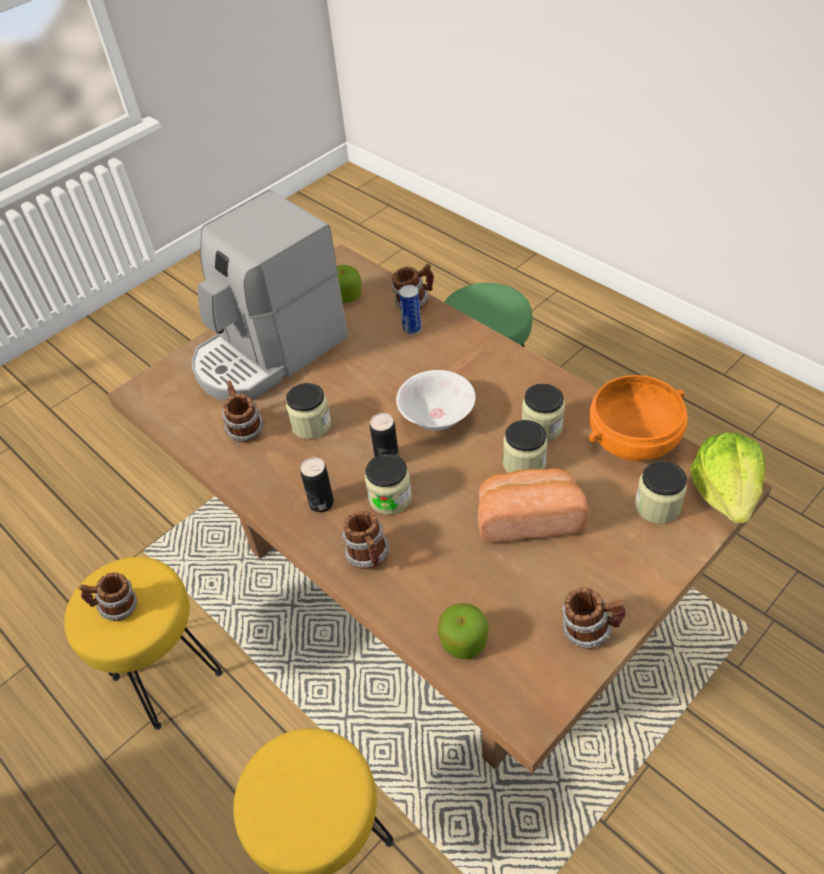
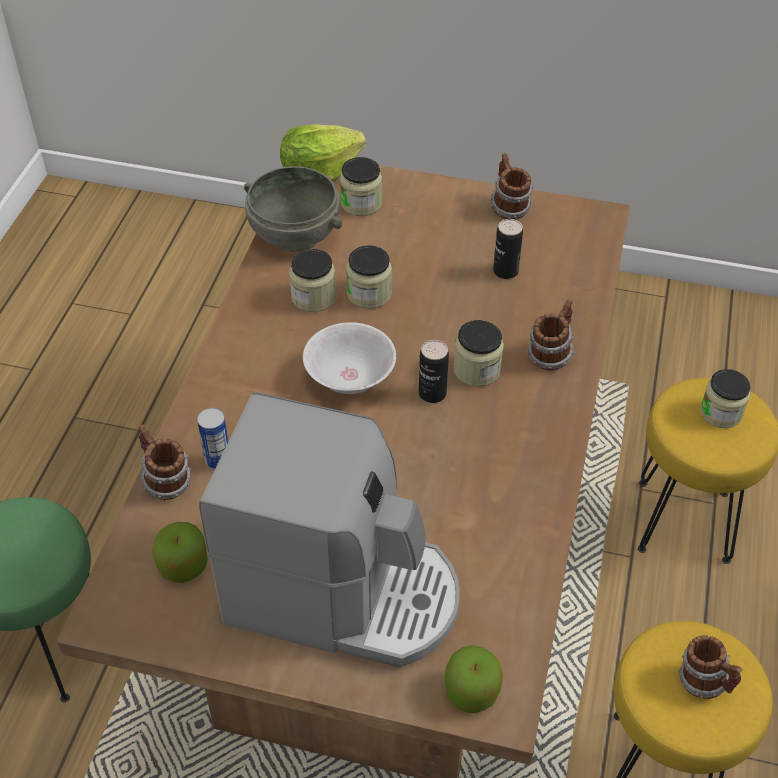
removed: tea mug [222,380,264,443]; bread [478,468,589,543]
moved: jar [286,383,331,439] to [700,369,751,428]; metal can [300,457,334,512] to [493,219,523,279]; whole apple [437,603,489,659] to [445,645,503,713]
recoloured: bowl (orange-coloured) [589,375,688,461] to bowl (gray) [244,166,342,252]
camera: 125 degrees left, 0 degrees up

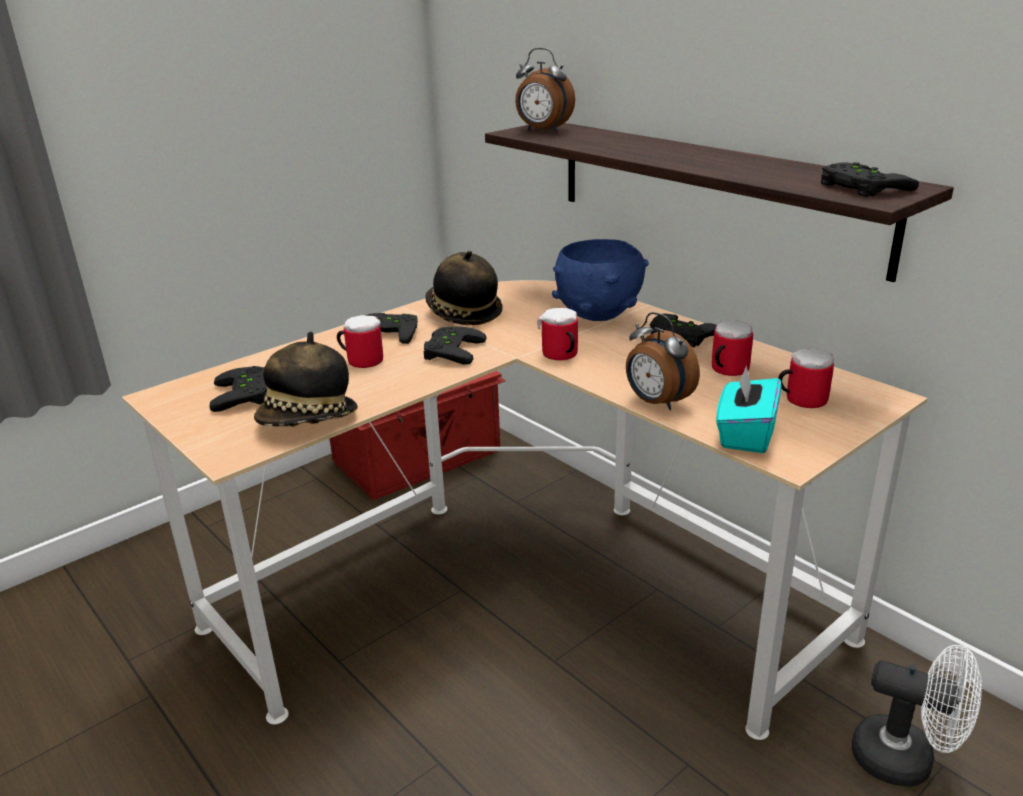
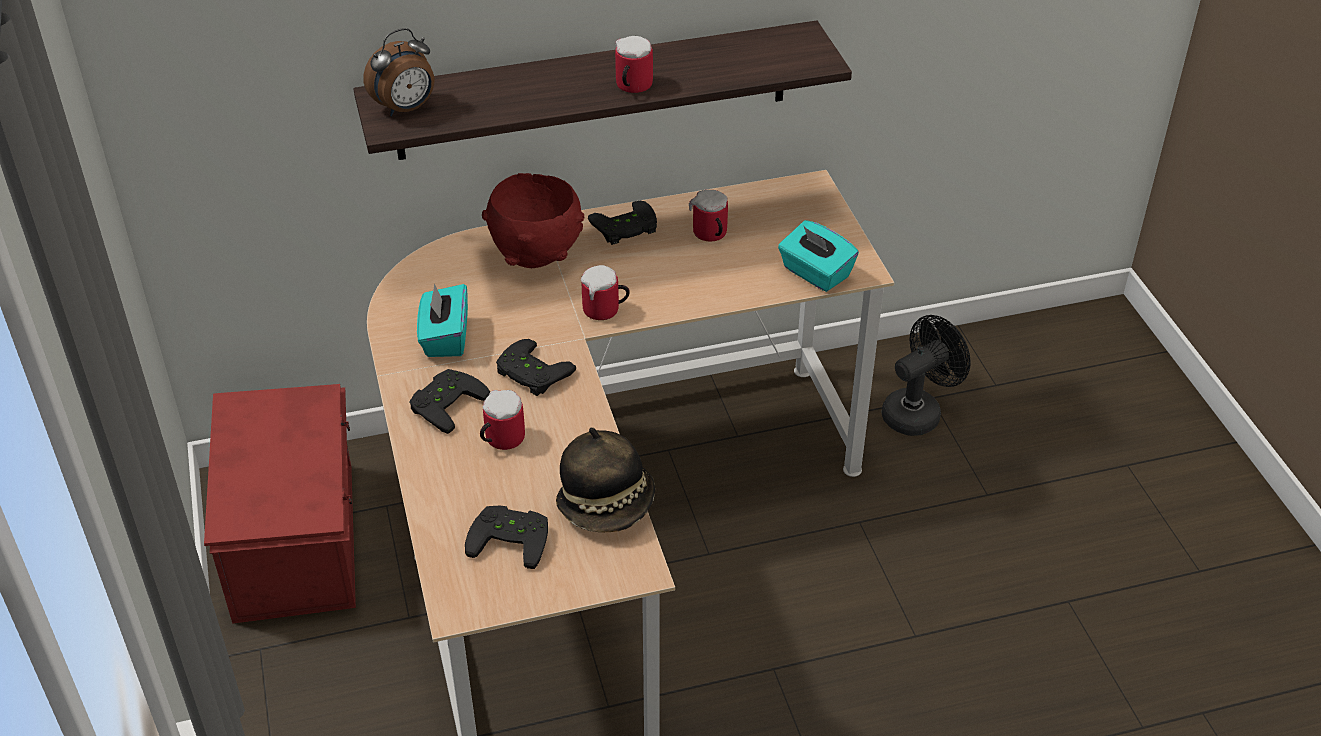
removed: table clock [626,312,700,410]; joypad (black-coloured) [821,162,919,197]
moved: tea mug [778,348,834,408] to [615,36,653,93]
replaced: hat [425,251,503,325] to tissue box (blue-green) [417,284,468,357]
recoloured: bowl (blue) [552,239,649,321] to bowl (red) [482,173,585,268]; cooling fan (white-coloured) [852,645,982,787] to cooling fan (black-coloured) [882,315,971,436]
camera: 65 degrees left, 15 degrees up

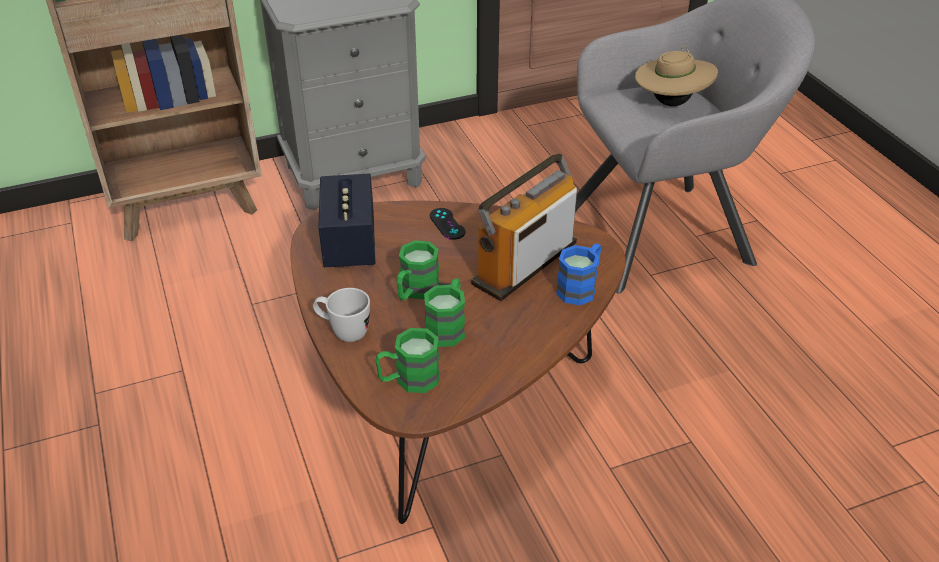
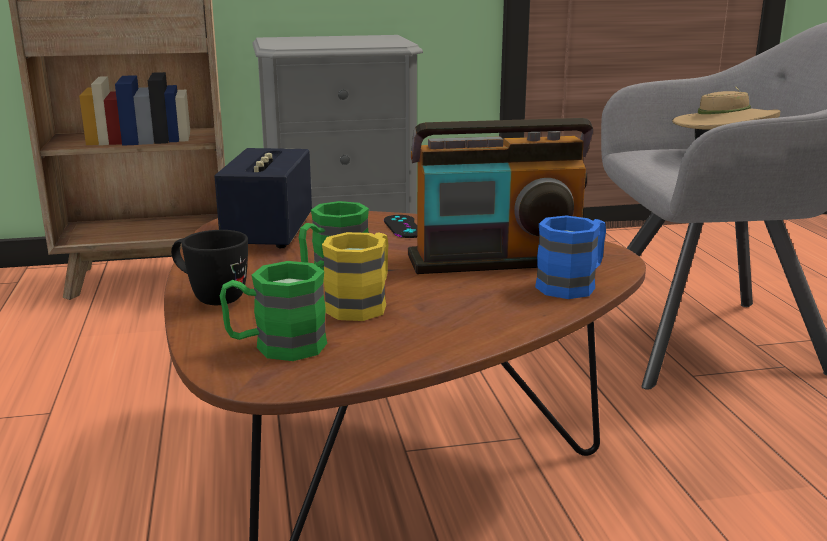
recoloured: tea mug (white-coloured) [313,288,370,342] to tea mug (black-coloured) [171,230,248,305]; tea mug (greenish) [424,278,465,347] to tea mug (yellowish) [322,232,388,321]
turned: radio set [471,154,577,301] = [408,118,593,274] 150 degrees counterclockwise
camera: 10 degrees right, 20 degrees down

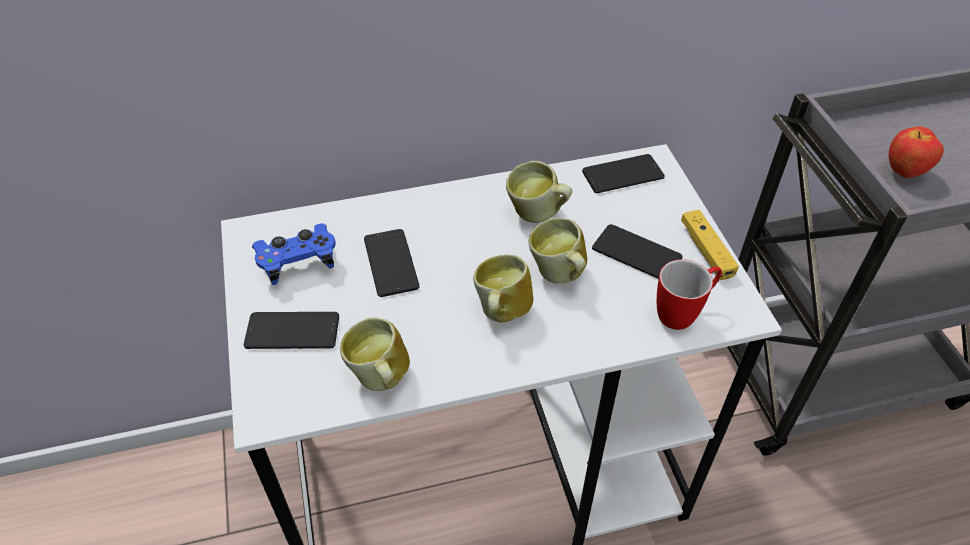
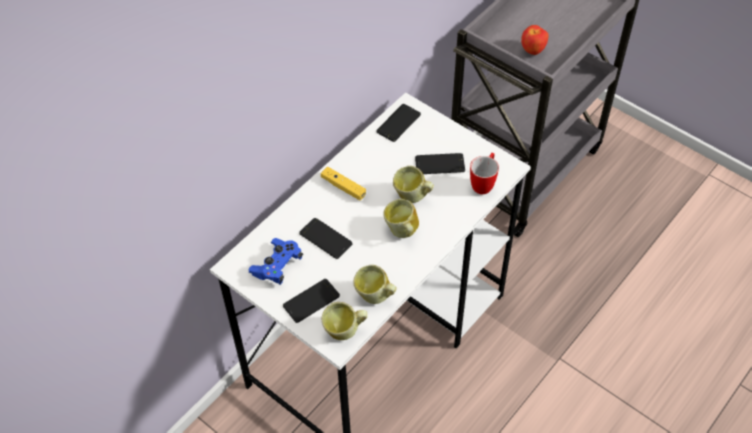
moved: tea mug [506,161,572,223] to [322,302,367,340]; joypad (yellowish) [681,210,739,280] to [321,167,366,200]
camera: 35 degrees left, 5 degrees up

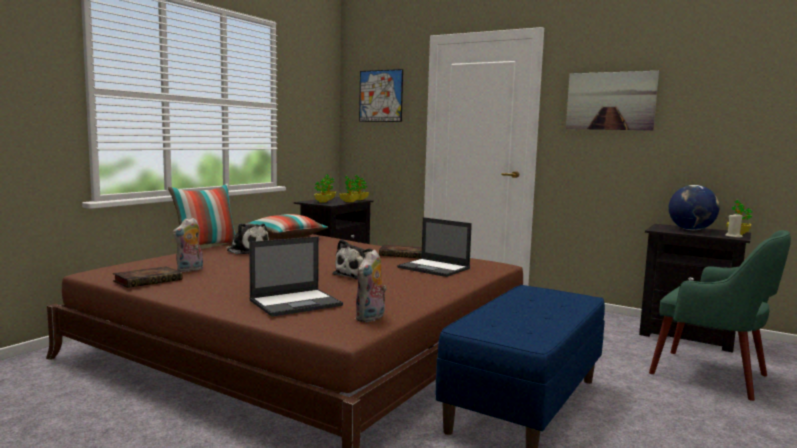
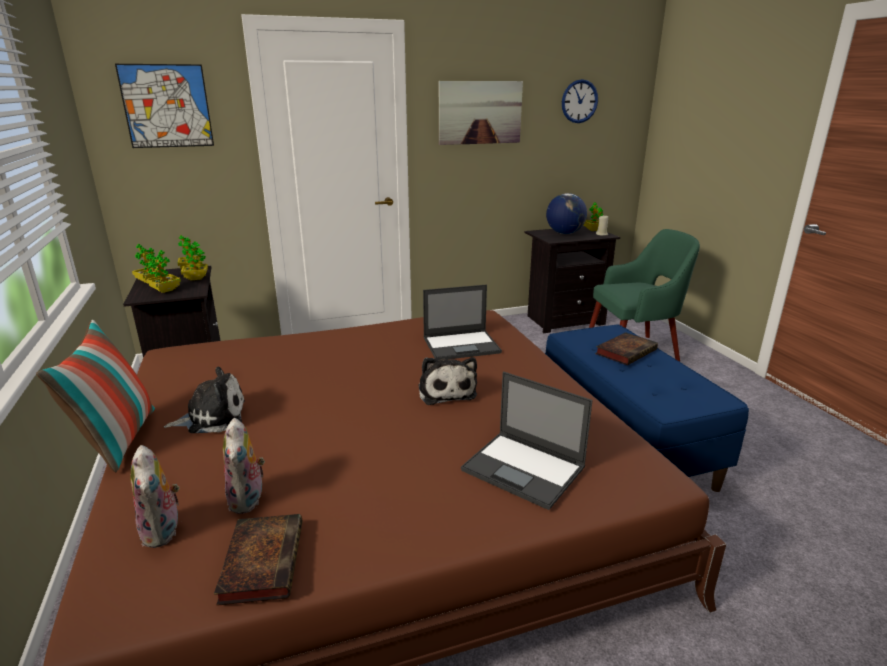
removed: throw pillow [245,214,328,239]
added: clock on the wall [562,79,598,123]
moved: cuddly toy [355,249,387,322] to [131,445,180,548]; book [379,245,422,259] to [595,332,658,365]
turned: laptop [249,237,343,317] = [461,372,593,510] 120 degrees clockwise
camera: 50 degrees left, 15 degrees up

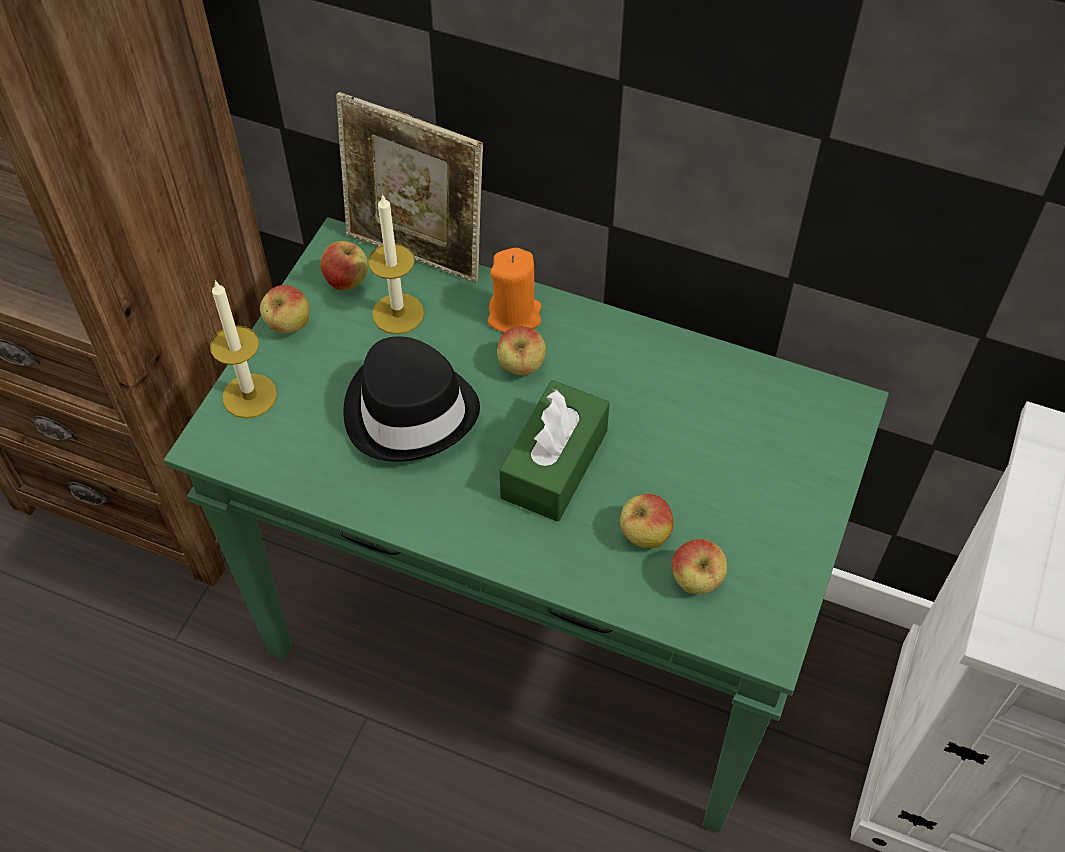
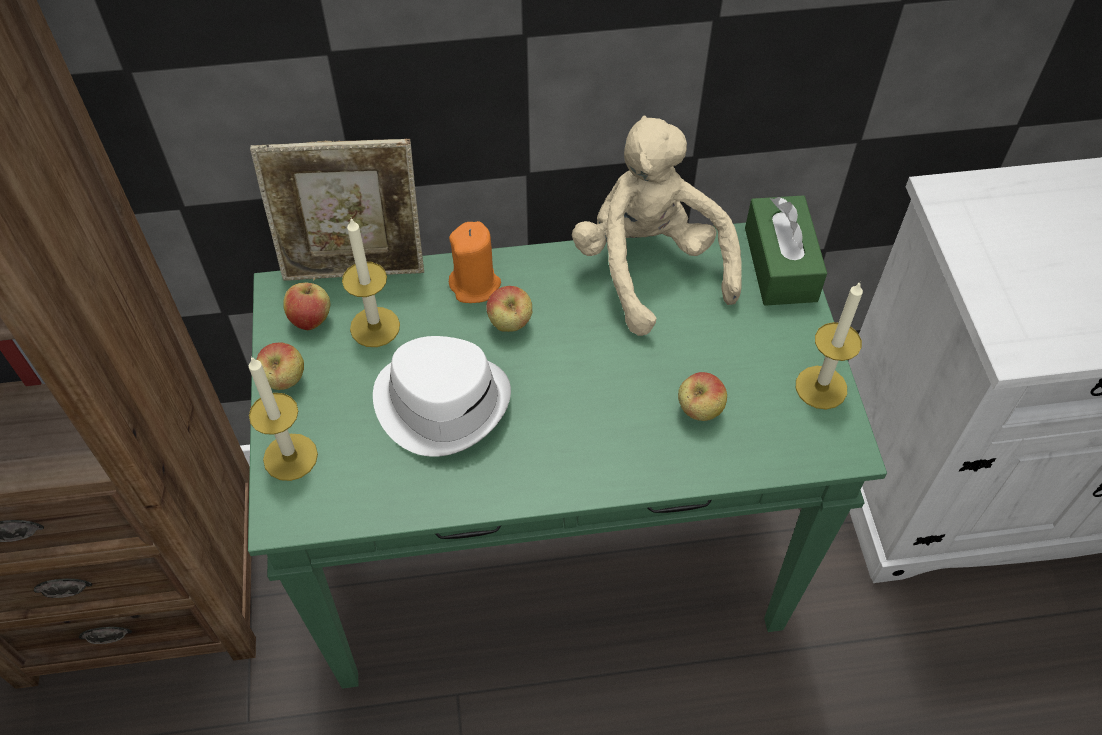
removed: whole apple [671,539,727,594]
added: cuddly toy (beige-coloured) [572,116,742,336]; wax light [796,282,863,409]
moved: tissue box (greenish) [499,380,610,522] to [745,195,827,306]
recoloured: hat (black-coloured) [343,336,480,461] to hat (white-coloured) [373,336,511,457]
camera: 30 degrees left, 0 degrees up

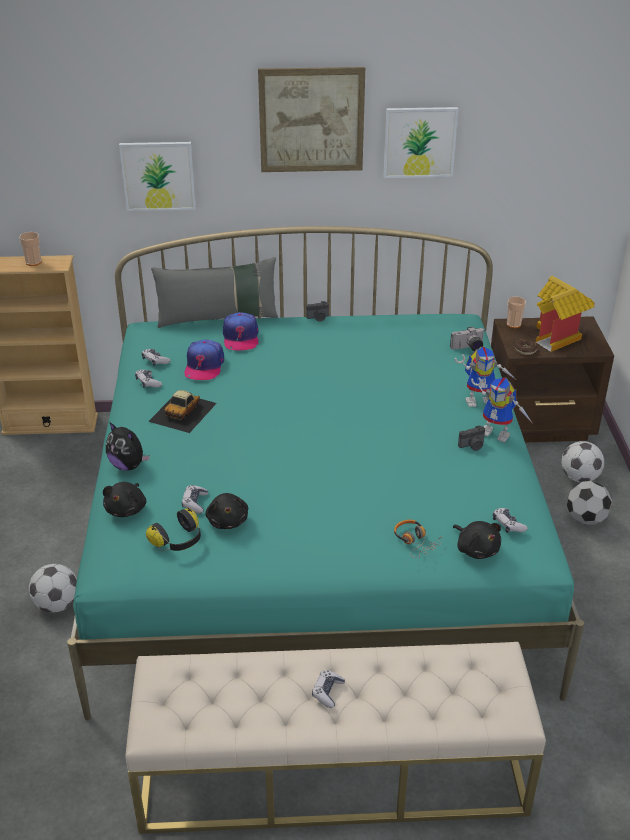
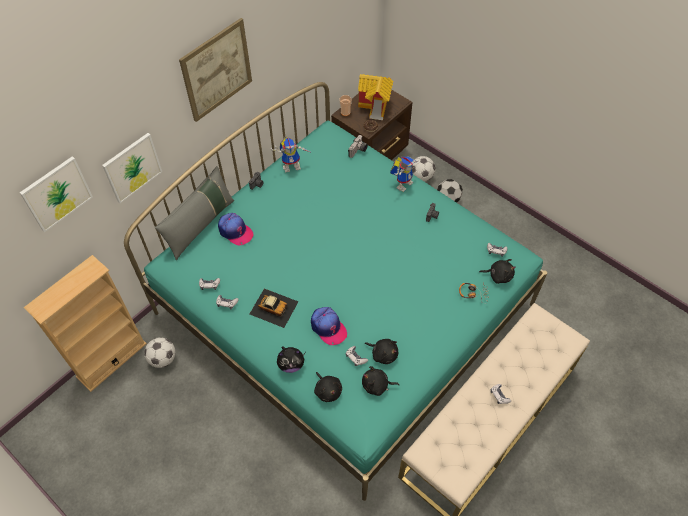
removed: drinking cup [19,232,42,266]
moved: football ball [29,564,77,613] to [144,337,176,368]; peaked cap [184,339,224,380] to [311,307,348,345]; wall picture [383,107,458,178] to [20,156,93,232]; toy robot [471,378,533,443] to [271,137,312,172]
replaced: pair of headphones [146,508,201,551] to cuddly toy (black-coloured) [362,366,400,396]
turned: toy car [148,390,217,433] = [250,289,298,328] 45 degrees counterclockwise
camera: 45 degrees left, 20 degrees up

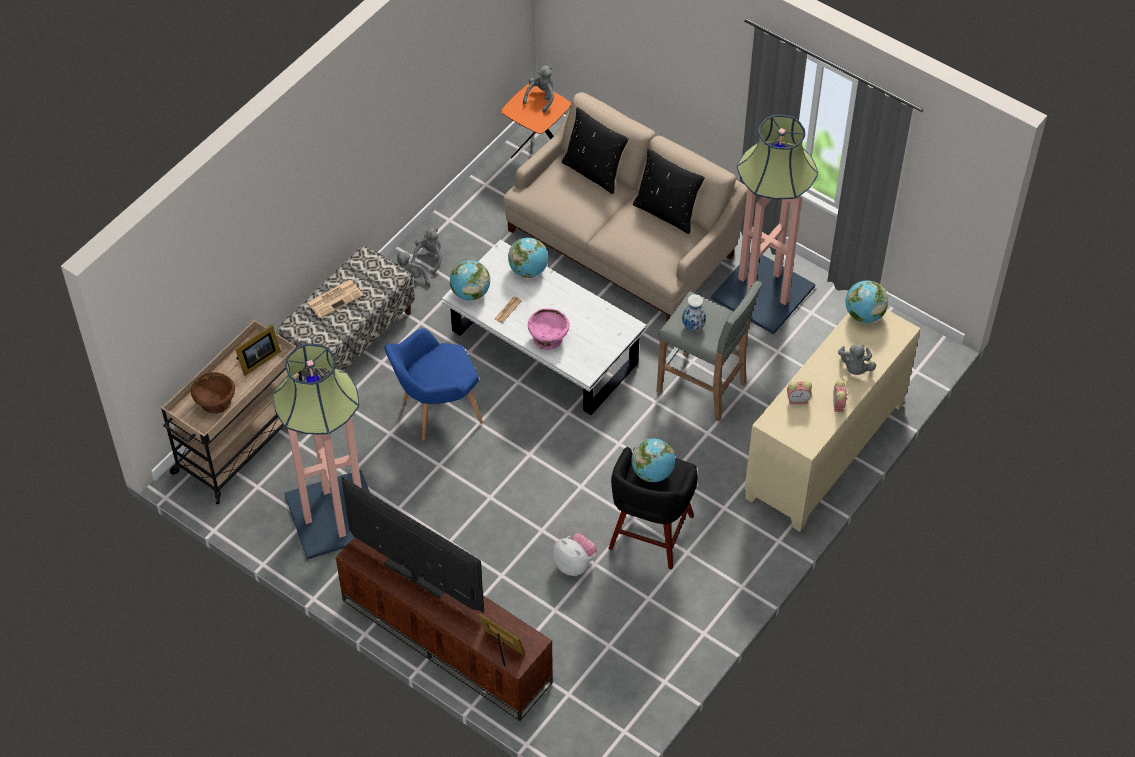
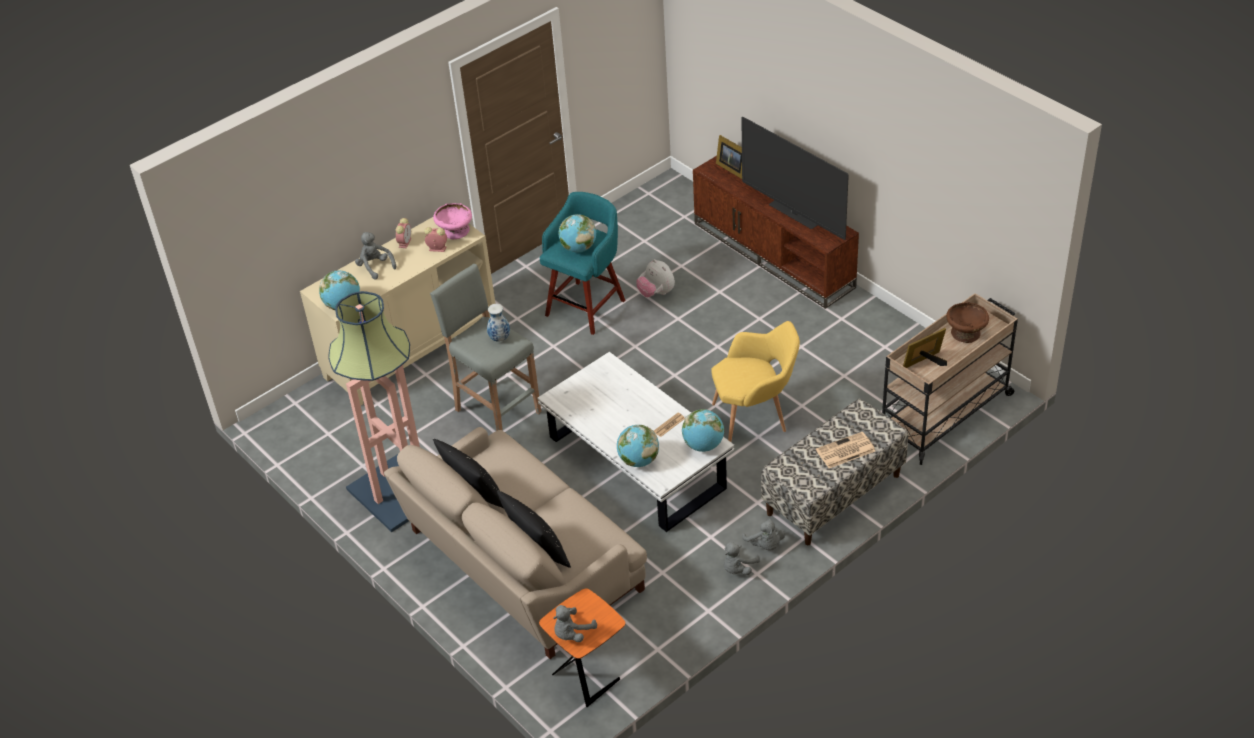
removed: standing lamp [273,343,370,560]
moved: bowl (pinkish) [528,308,569,350] to [433,203,472,239]
recoloured: armchair (blue) [384,328,483,441] to armchair (yellowish) [711,321,800,442]; sitting stool (black-coloured) [608,447,698,569] to sitting stool (blue-green) [540,192,625,335]
turned: cuddly toy (gray) [838,345,876,375] = [355,232,396,280] 60 degrees counterclockwise
camera: 165 degrees left, 10 degrees down

